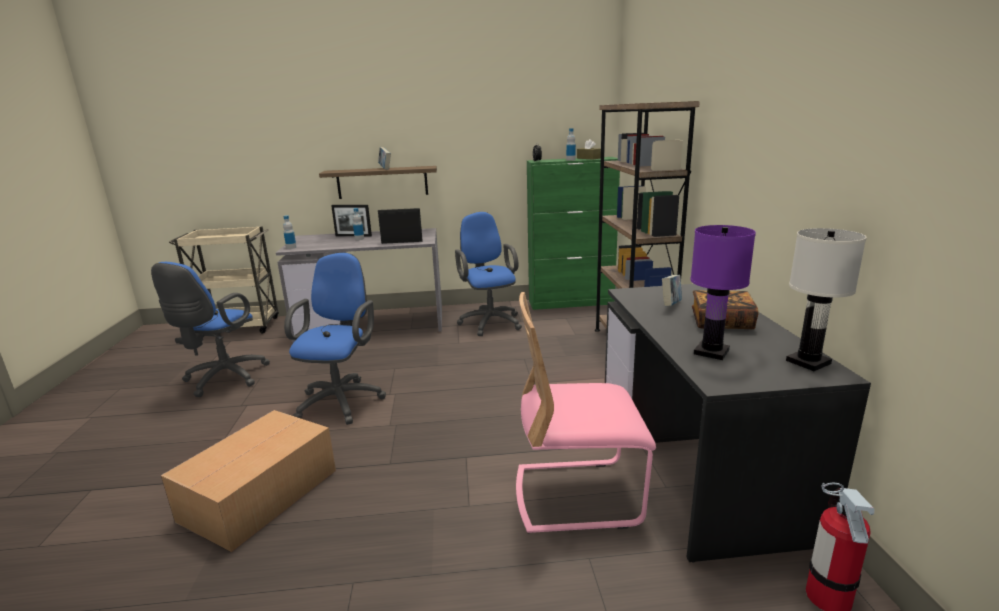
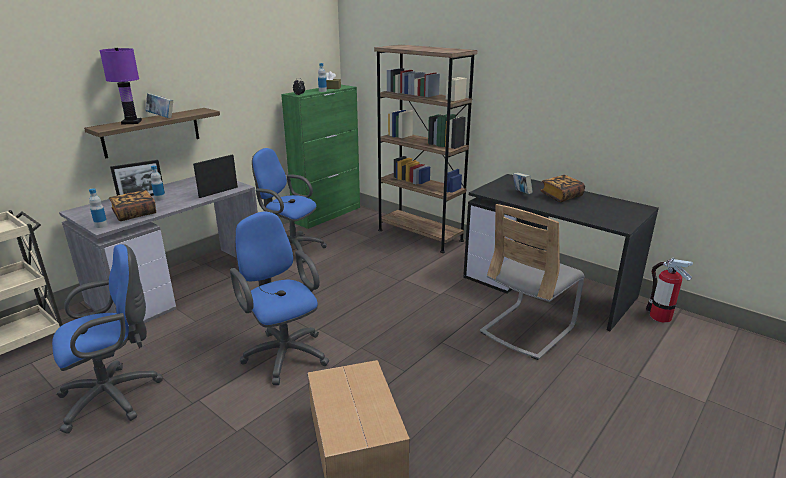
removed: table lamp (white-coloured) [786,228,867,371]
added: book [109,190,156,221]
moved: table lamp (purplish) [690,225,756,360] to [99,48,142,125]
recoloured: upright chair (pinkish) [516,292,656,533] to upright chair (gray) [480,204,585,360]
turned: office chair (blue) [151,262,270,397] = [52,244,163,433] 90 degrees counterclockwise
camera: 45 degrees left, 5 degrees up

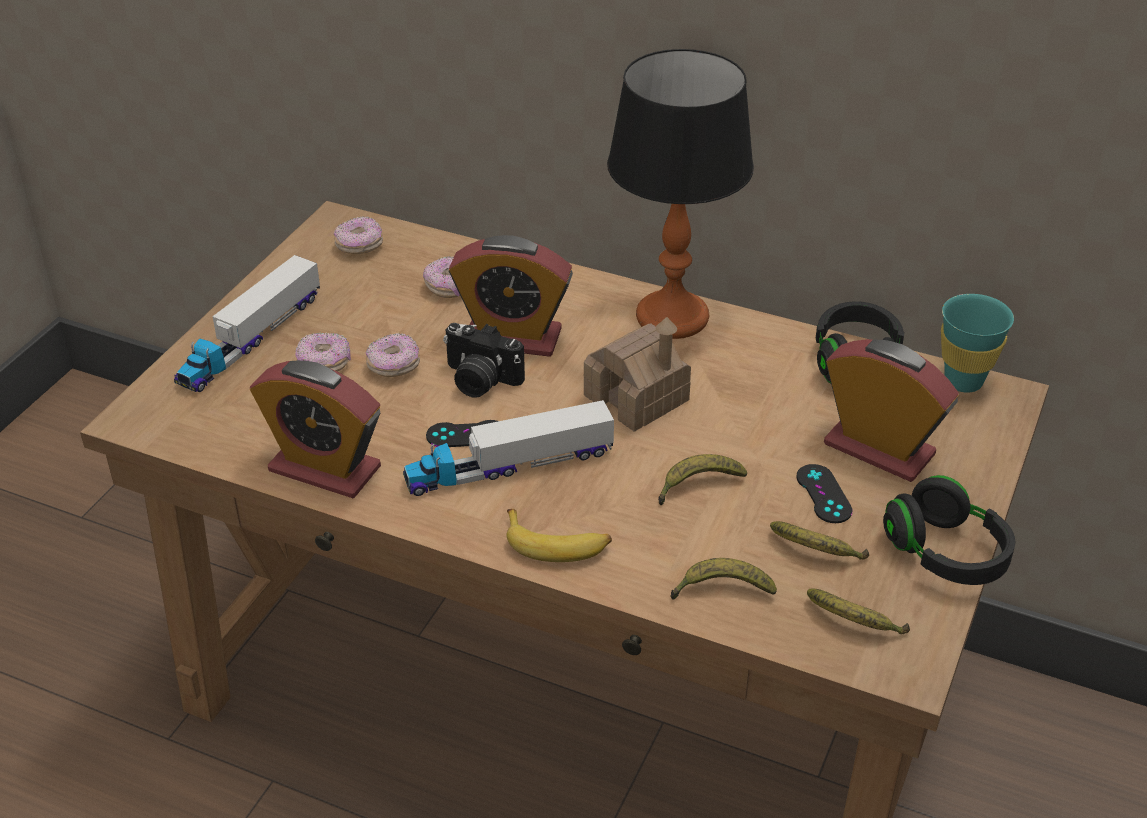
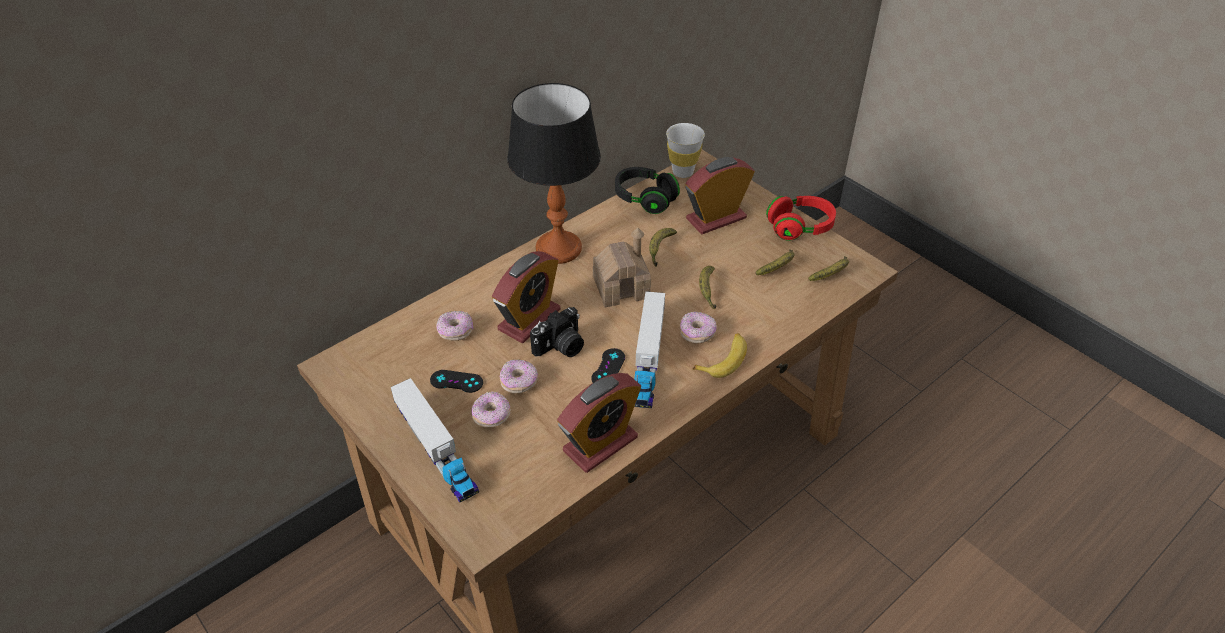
moved: donut [334,216,383,254] to [680,312,717,344]; banana [670,558,777,600] to [649,228,677,267]; joypad (black-coloured) [796,464,852,523] to [430,370,483,393]
recoloured: pair of headphones (black-coloured) [883,475,1015,585] to pair of headphones (red) [766,196,836,241]; drinking cup (blue-green) [941,294,1014,393] to drinking cup (white-coloured) [666,123,705,178]
camera: 65 degrees left, 5 degrees up

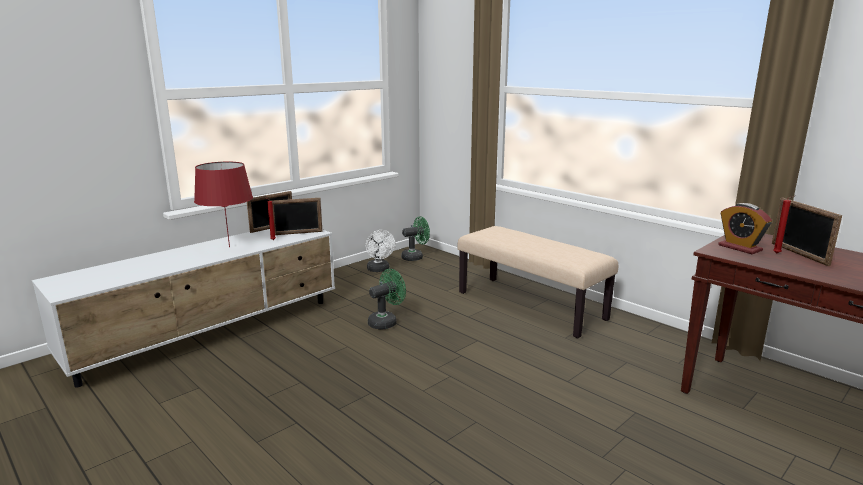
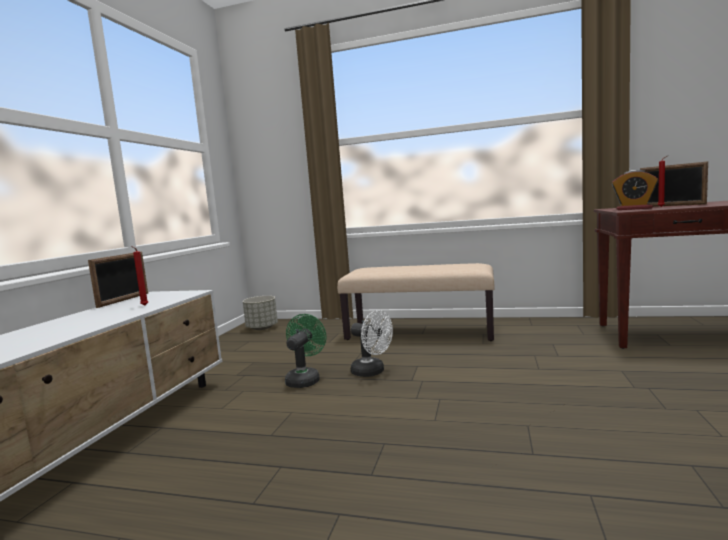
removed: table lamp (red) [194,162,253,247]; standing frame [272,198,322,235]
moved: cooling fan (white-coloured) [366,230,395,272] to [351,310,393,377]
replaced: cooling fan (greenish) [401,216,430,261] to planter (gray) [243,296,278,330]
camera: 30 degrees left, 10 degrees down

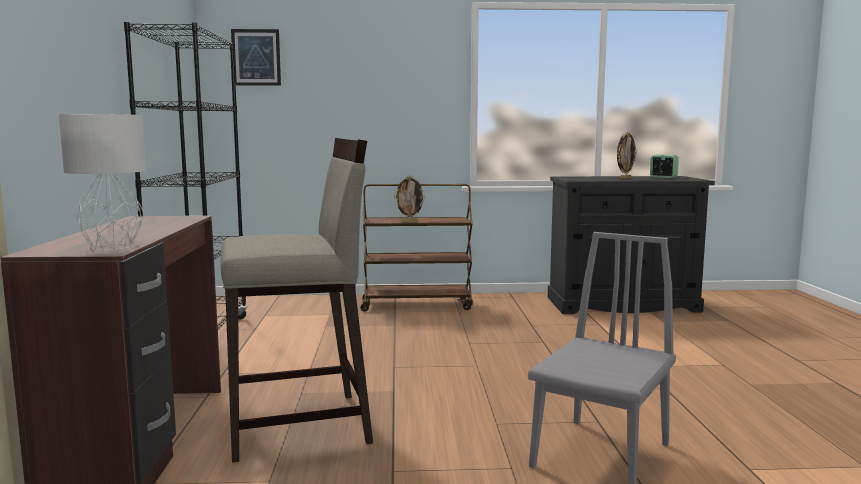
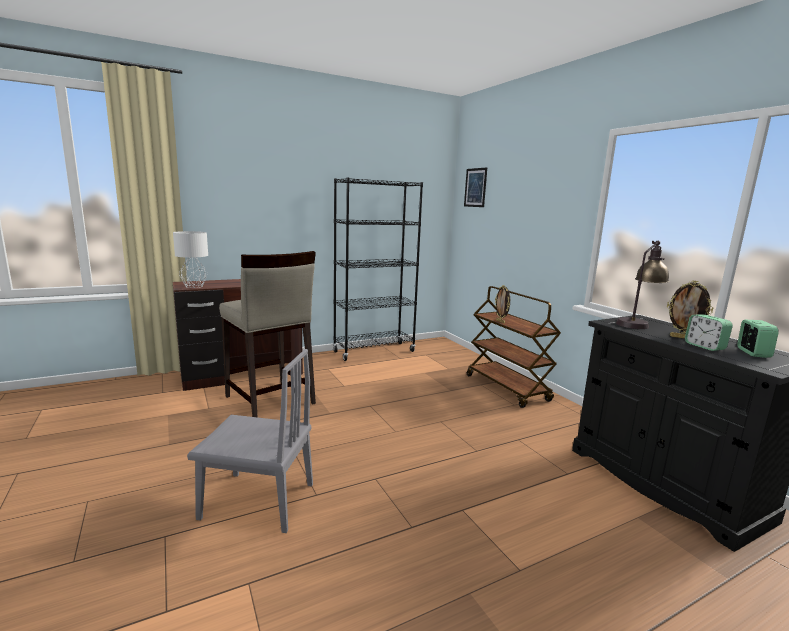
added: table lamp [616,241,669,329]; table clock [685,314,733,351]
camera: 65 degrees right, 5 degrees up

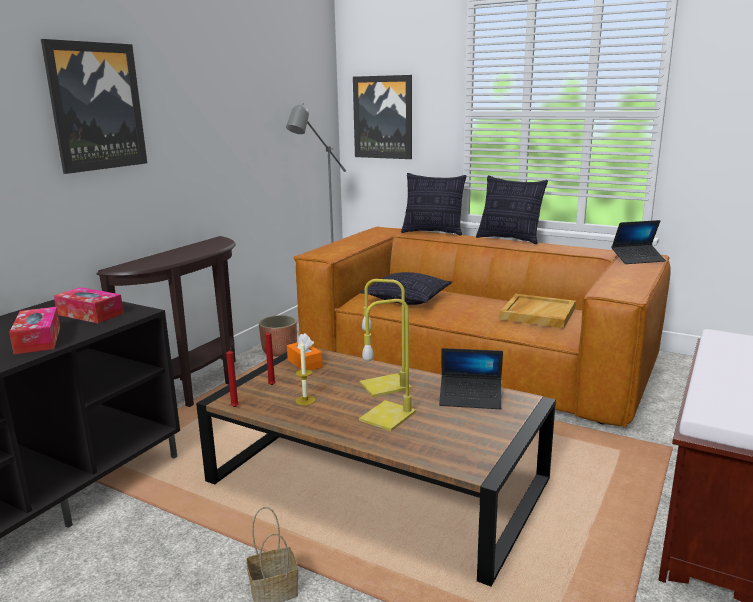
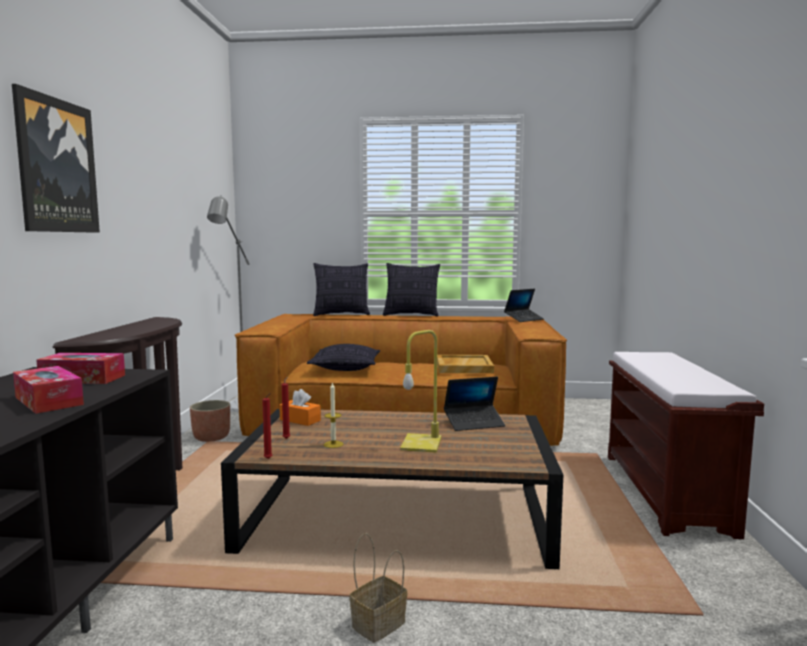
removed: wall picture [353,75,412,159]; table lamp (yellowish) [360,279,412,397]
camera: 25 degrees left, 10 degrees down

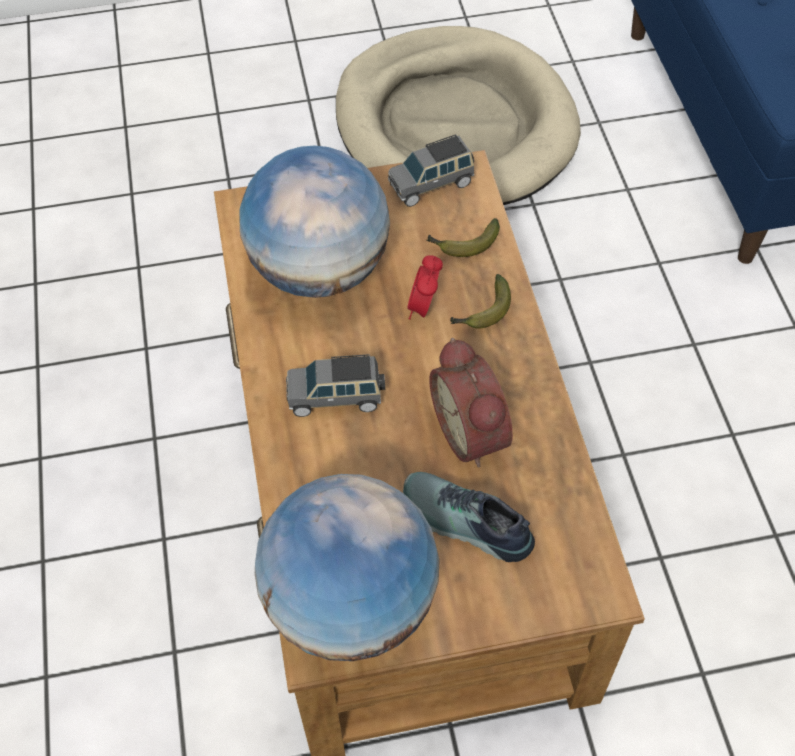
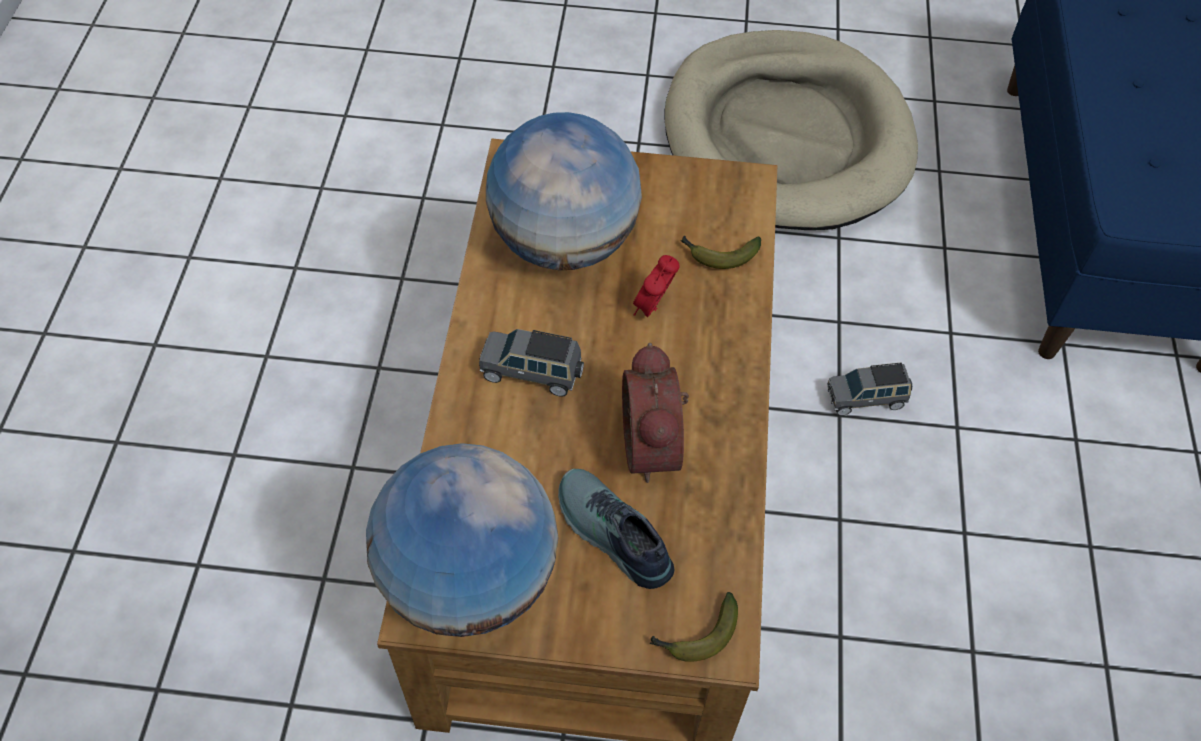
moved: toy car (gray) [388,134,474,207] to [827,362,912,416]; banana [450,274,511,329] to [650,592,738,662]
camera: 15 degrees right, 0 degrees up

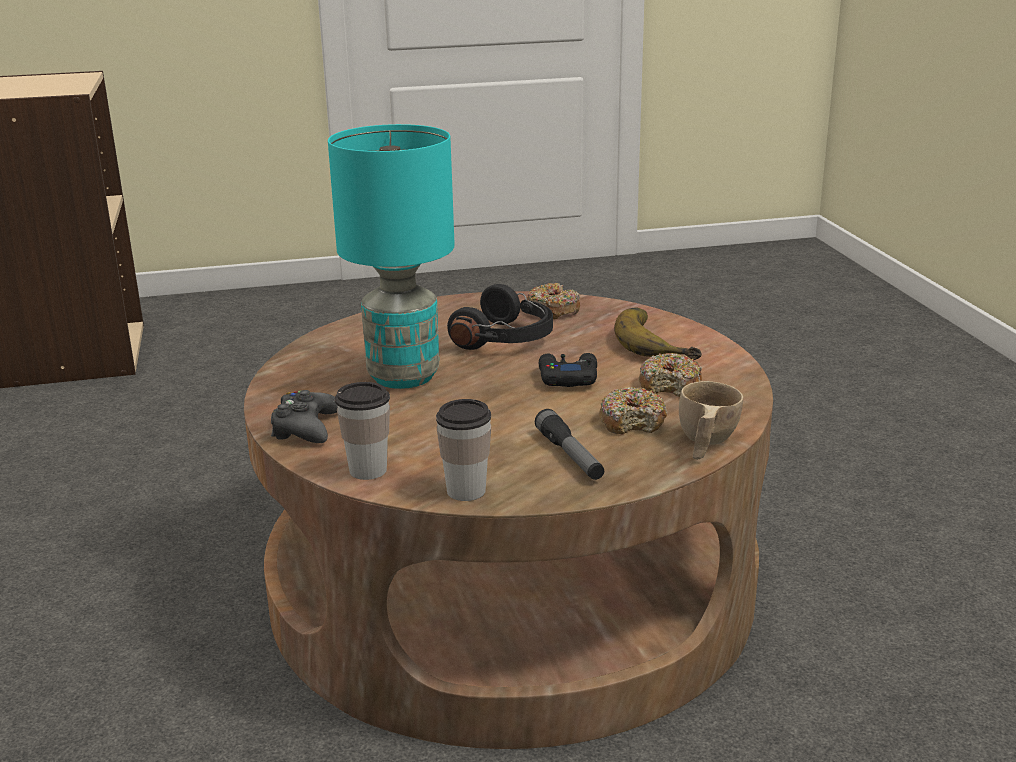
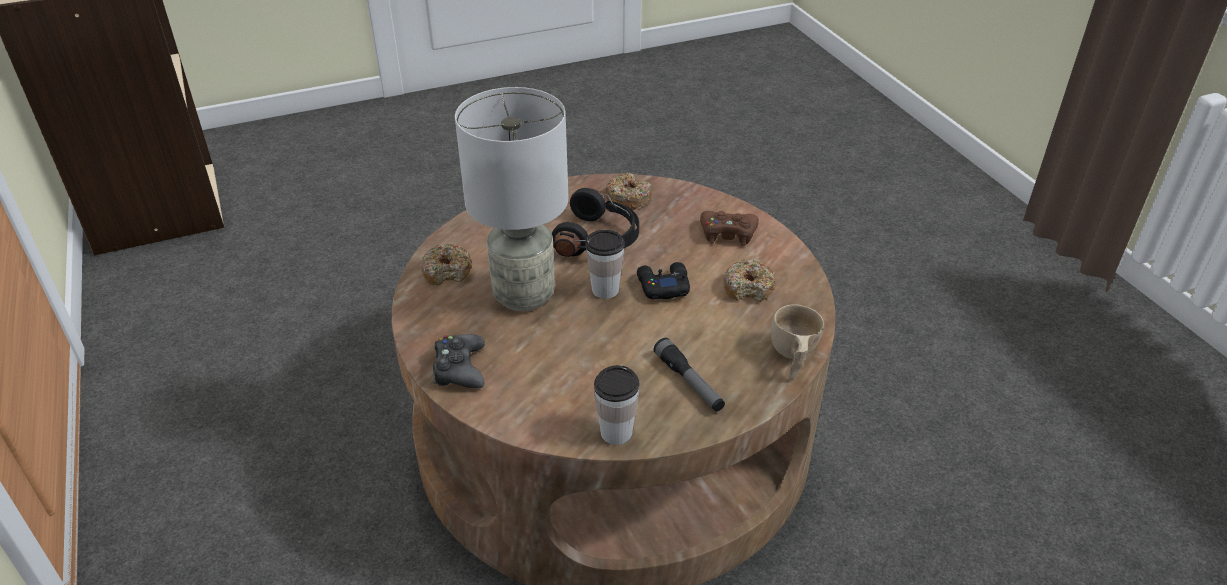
moved: drinking cup [335,382,390,480] to [585,230,625,299]; donut [599,387,667,434] to [421,244,472,285]
replaced: banana [614,308,702,360] to joypad (brownish) [700,211,759,246]
recoloured: table lamp (blue-green) [328,124,455,389] to table lamp (gray) [455,87,568,311]
camera: 10 degrees left, 15 degrees up

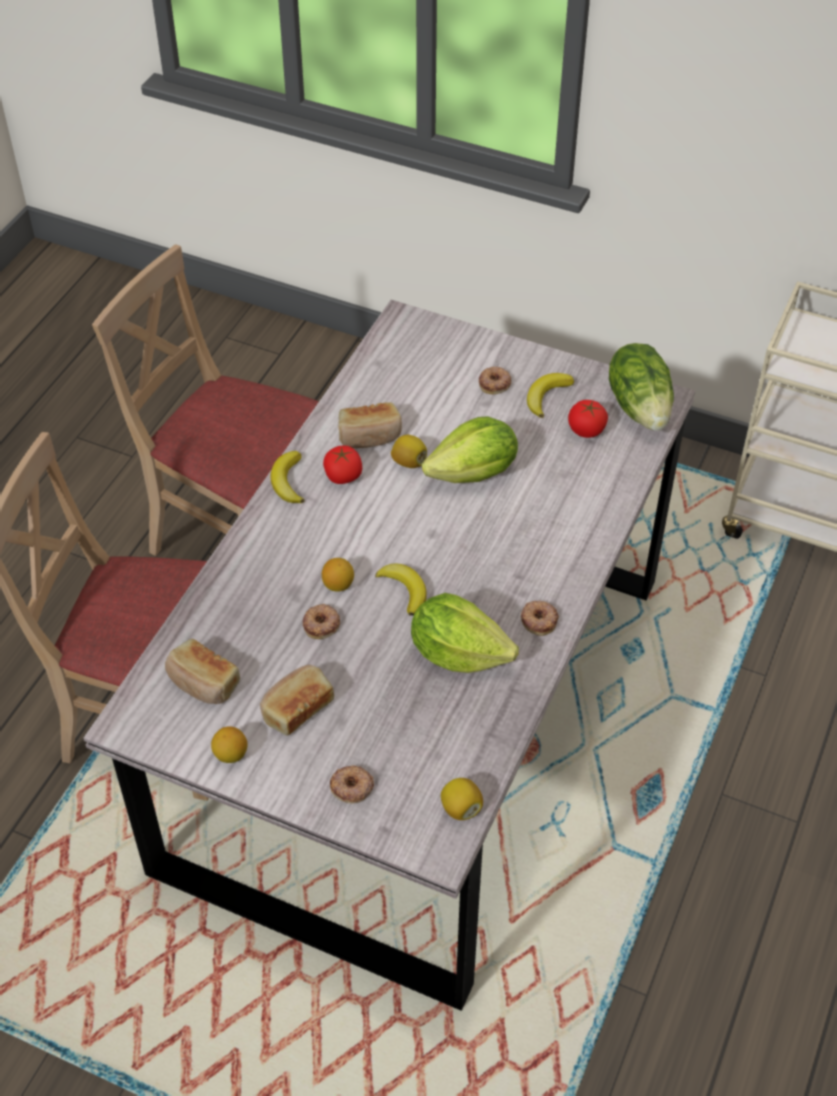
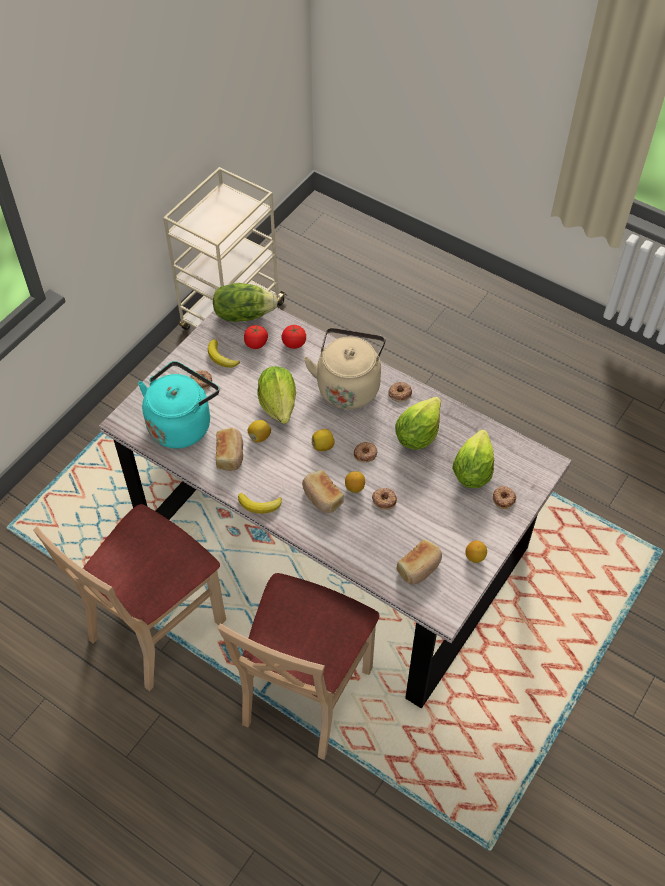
added: kettle (blue-green) [138,361,219,448]; kettle (beige-coloured) [304,328,386,409]; head of lettuce [452,429,494,488]
moved: bread [260,665,334,736] to [302,470,344,513]; tomato [323,446,362,484] to [282,325,306,349]; lemon [441,778,483,820] to [312,429,334,451]
replaced: banana [375,563,427,616] to donut [354,442,377,463]
camera: 80 degrees left, 5 degrees up

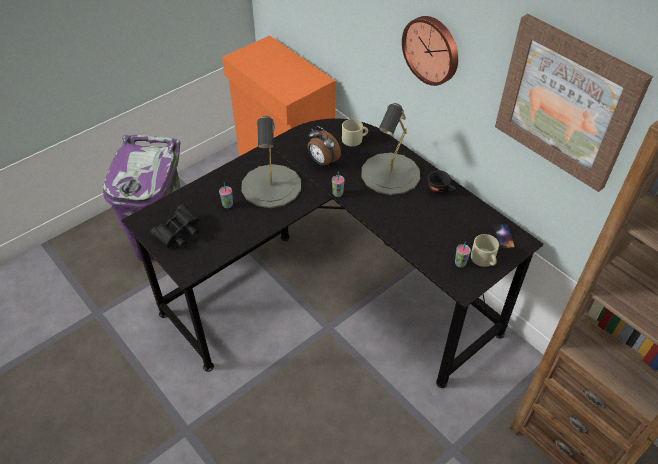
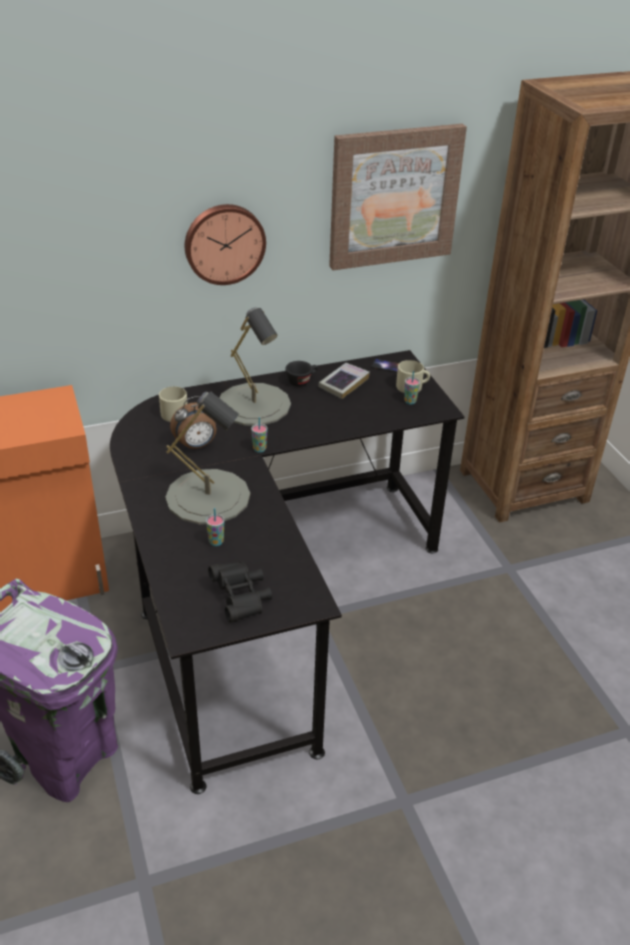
added: book [318,363,370,399]
camera: 70 degrees left, 10 degrees down

